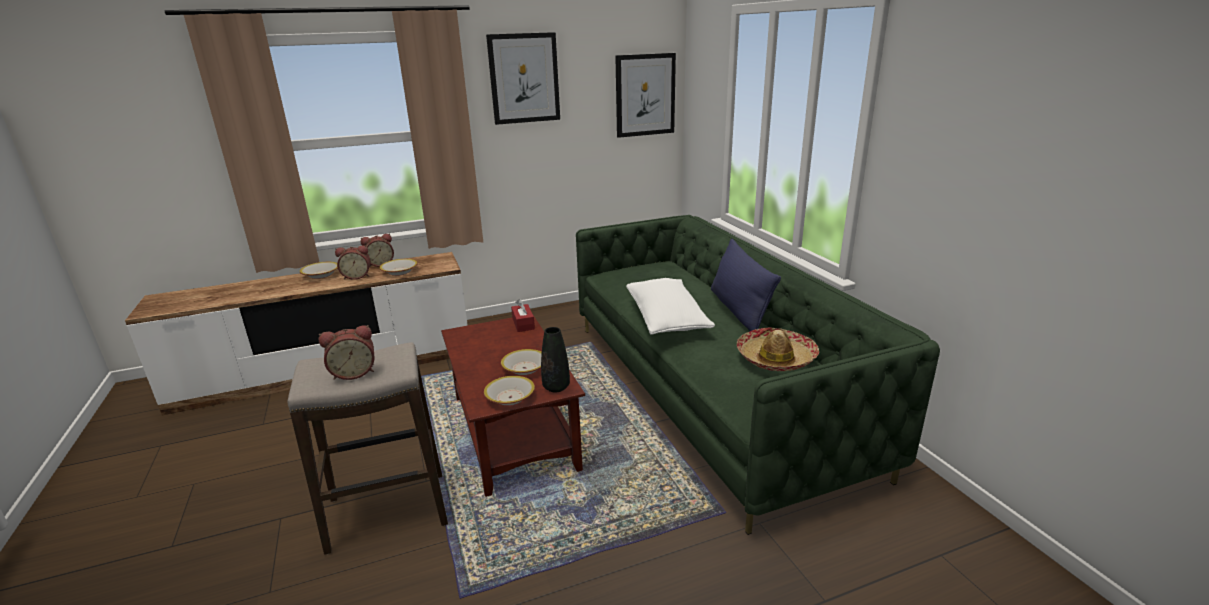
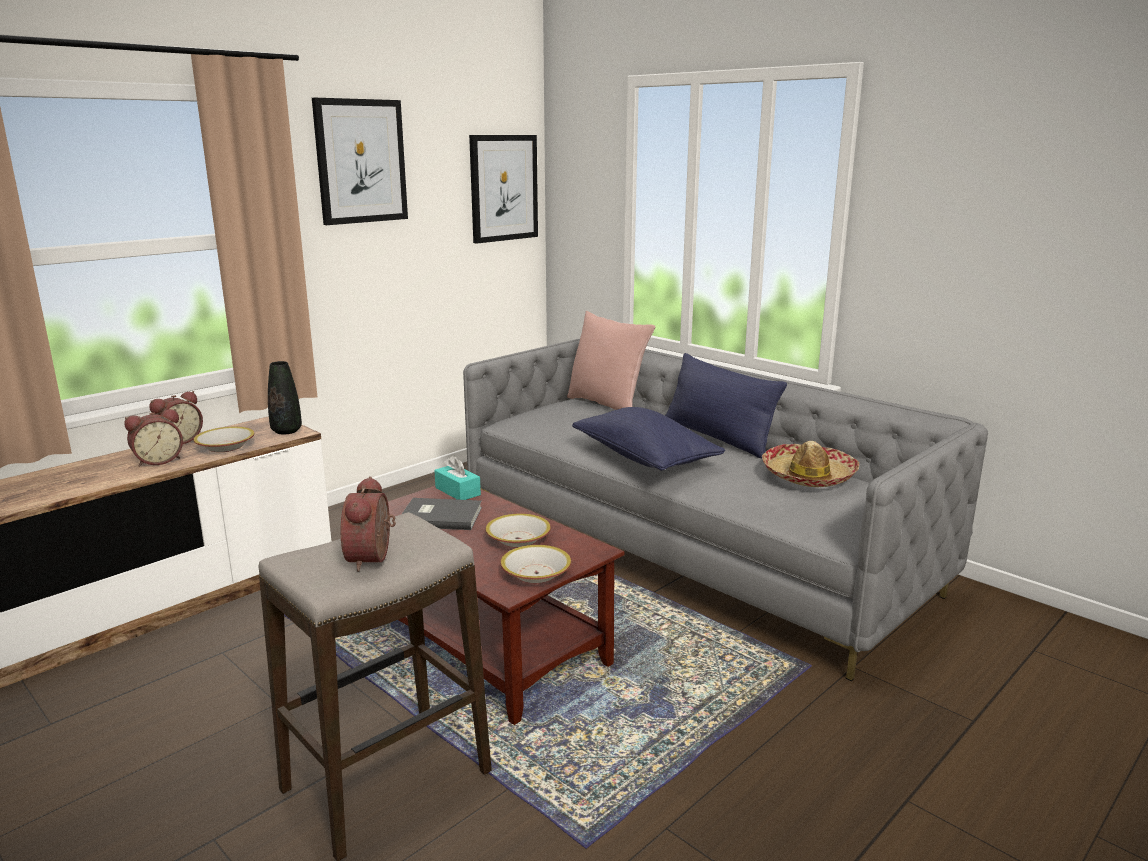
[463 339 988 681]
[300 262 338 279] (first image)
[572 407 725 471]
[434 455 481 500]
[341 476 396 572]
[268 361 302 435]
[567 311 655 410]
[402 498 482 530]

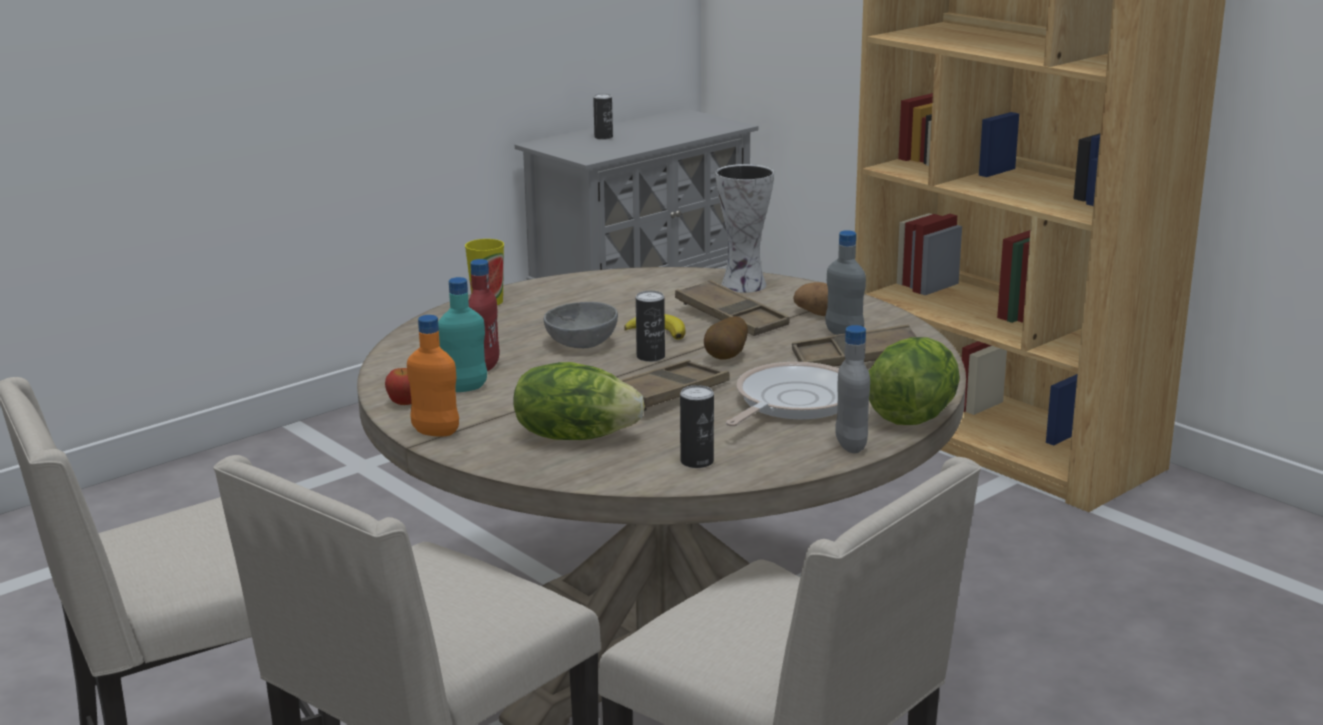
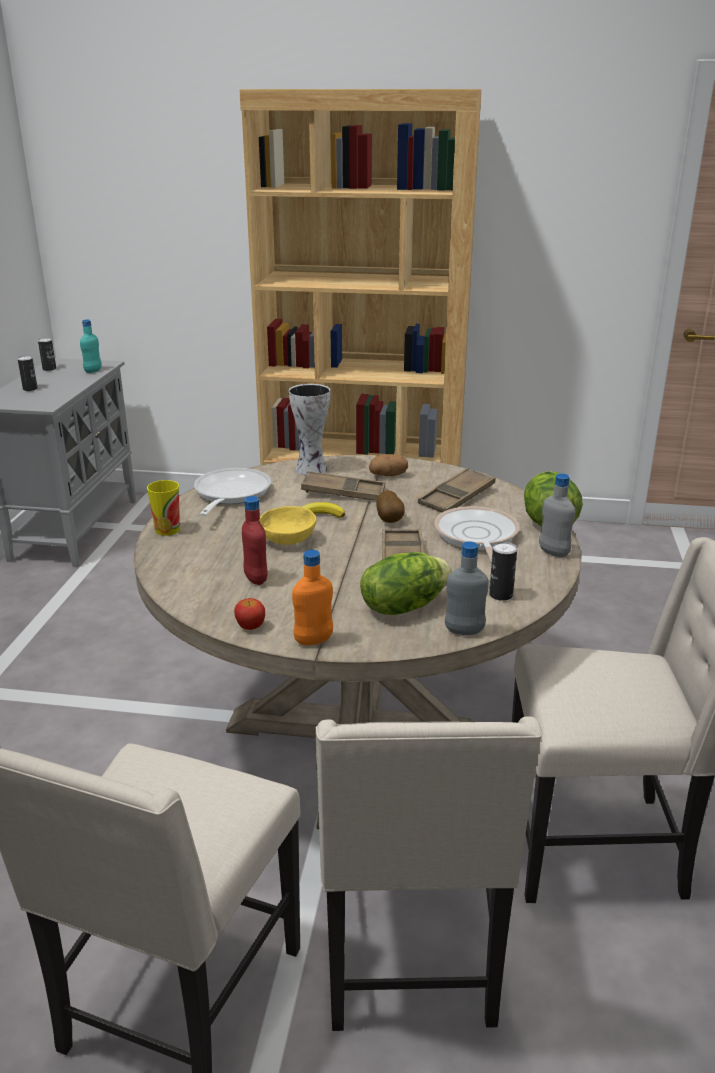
[445 541 489 635]
[80 319 102 373]
[38 338 56 371]
[259 506 316 545]
[194 468 271 516]

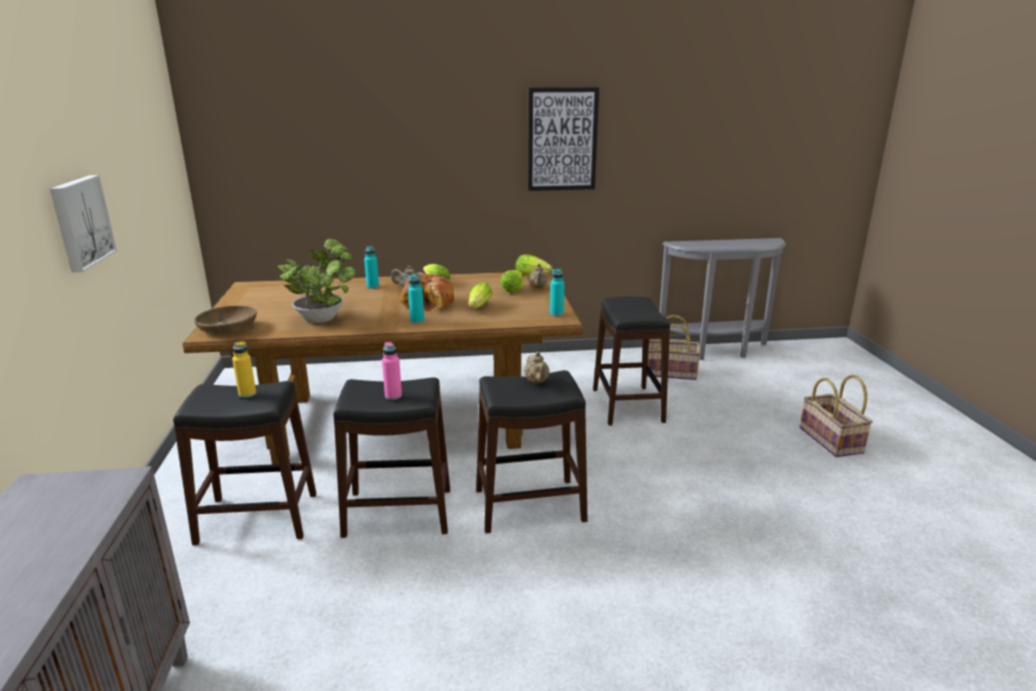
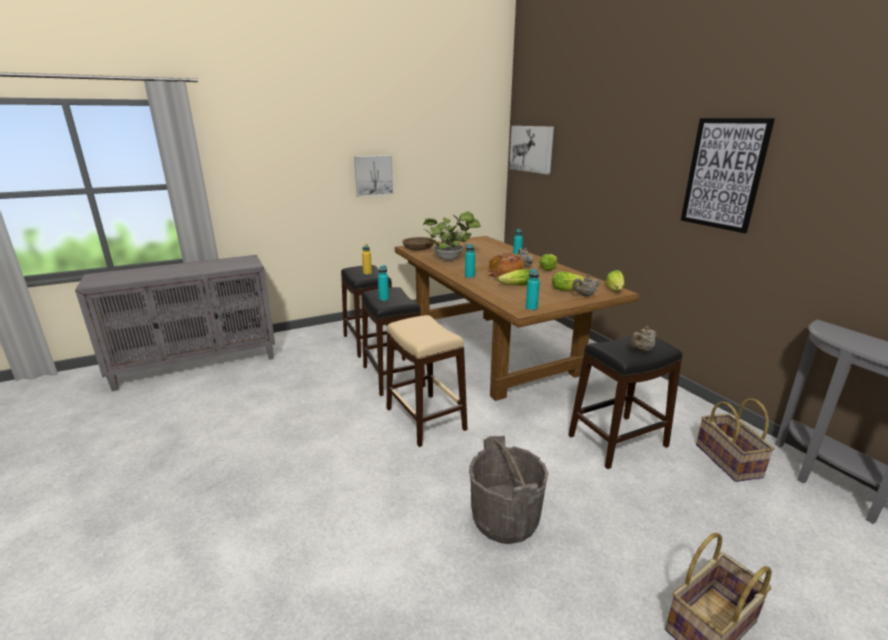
[378 265 389 301]
[630 326 656 352]
[387 315 468 447]
[509 126 554 174]
[469 436 549 544]

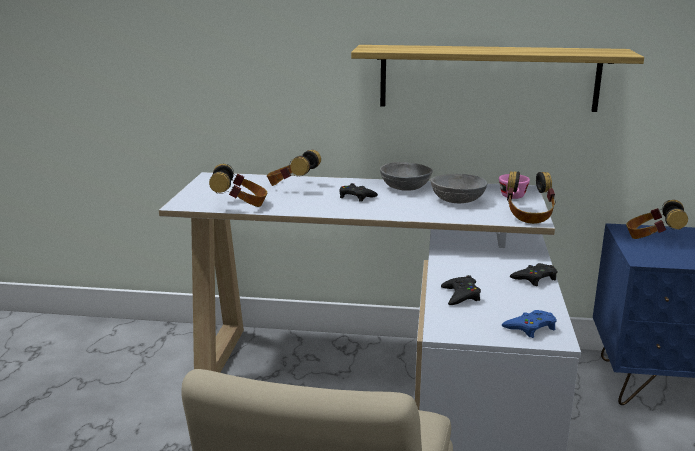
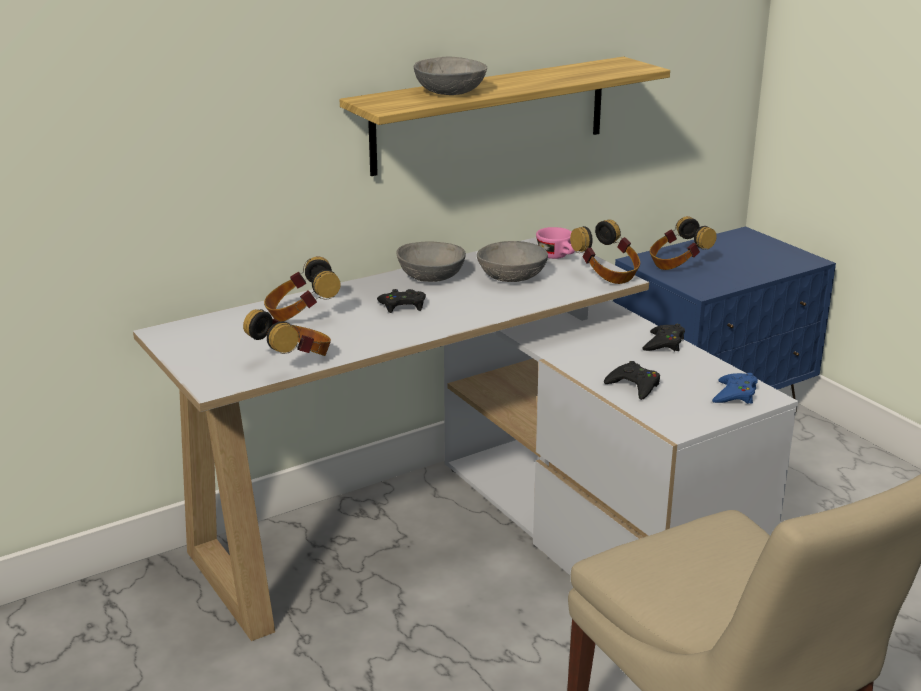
[414 57 487 95]

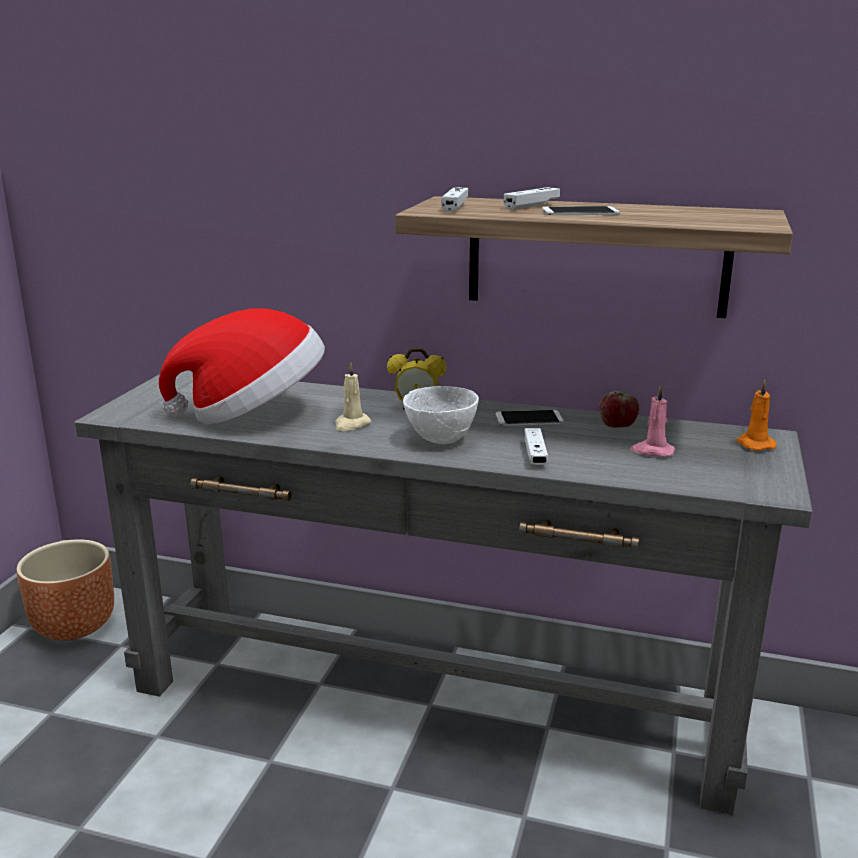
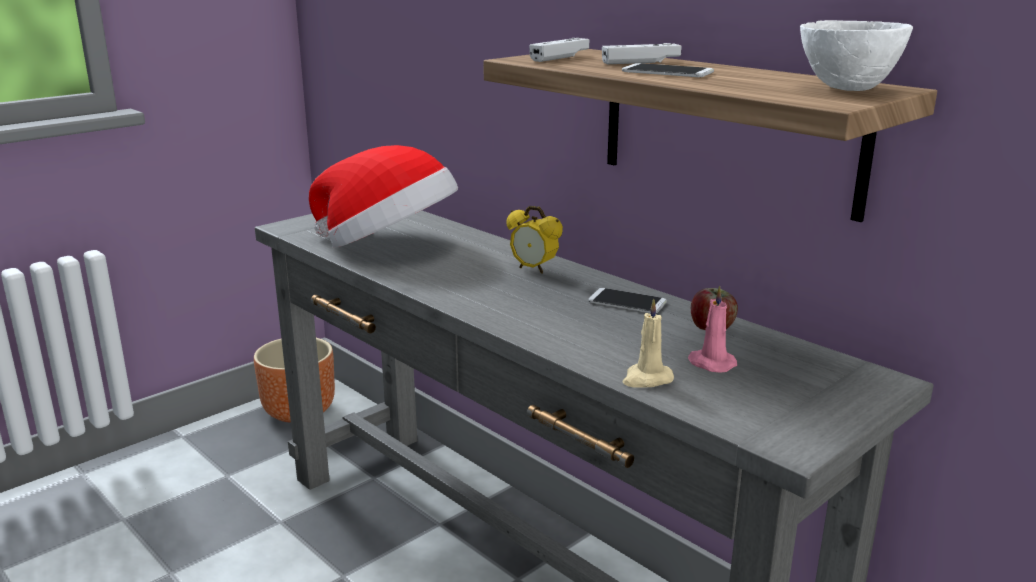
[622 298 674 388]
[737 380 777 451] (first image)
[800 20 913 91]
[524 428 548 465] (first image)

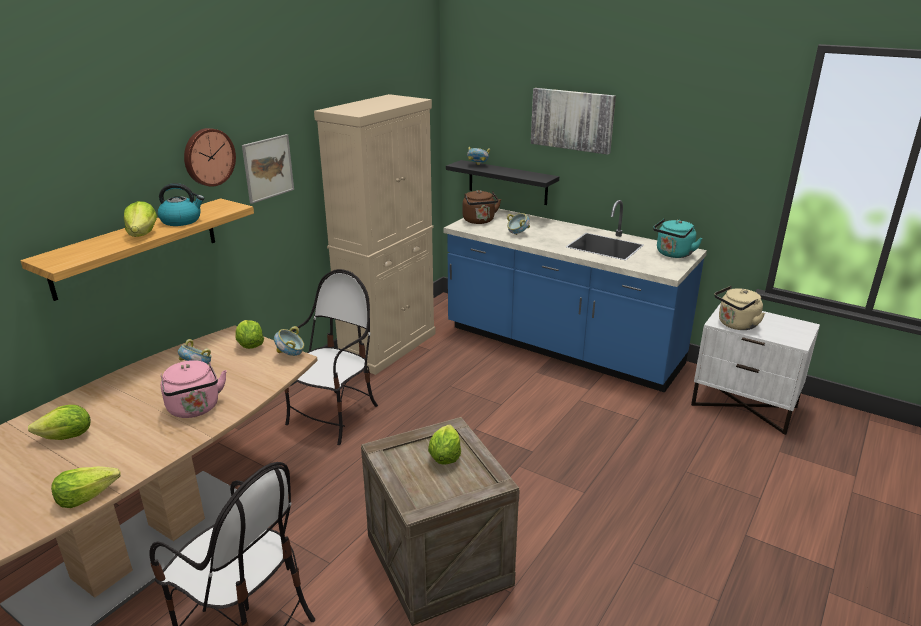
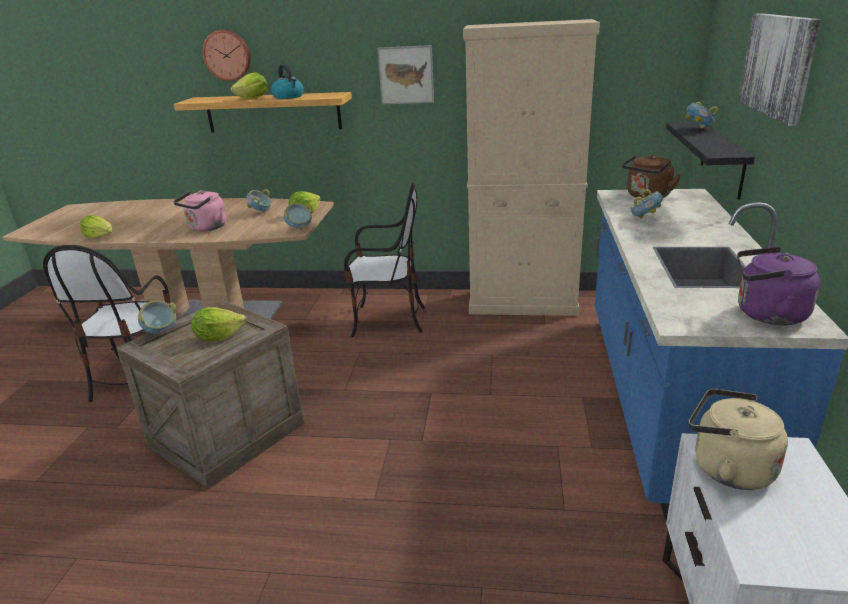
[203 30 251 81]
[737 247 820 325]
[28 405 91 440] (first image)
[138 300 176 334]

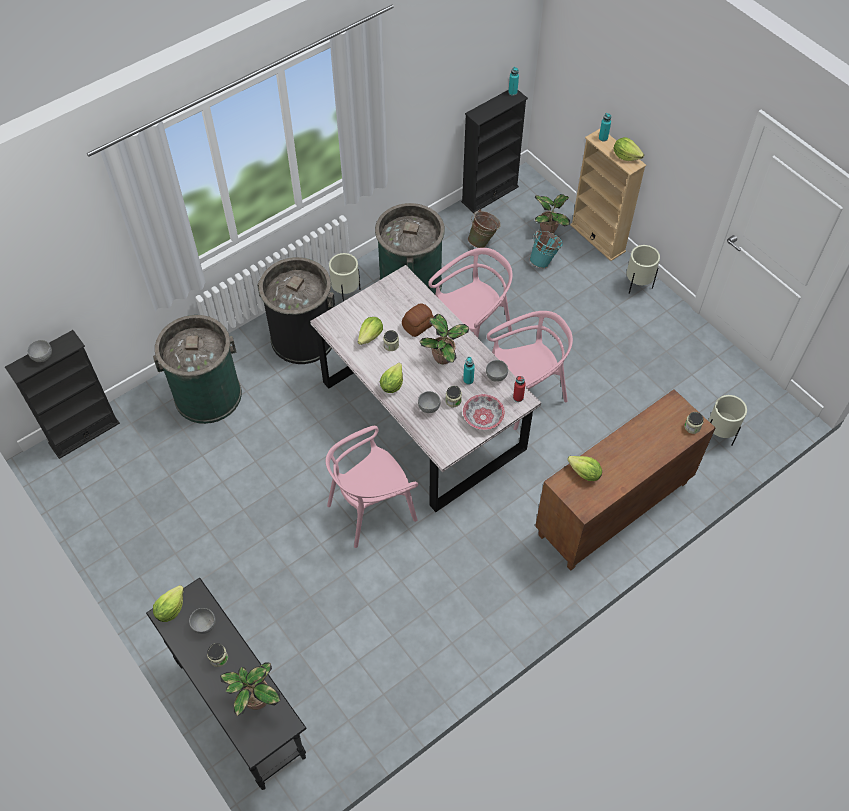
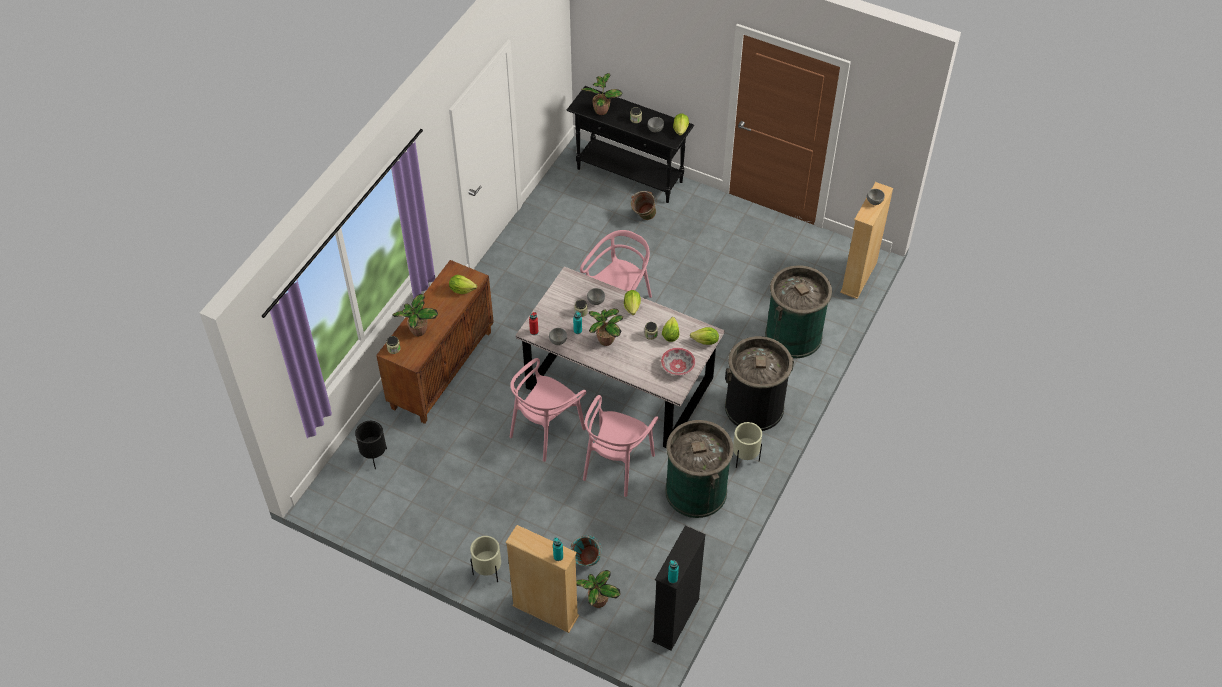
[690 327 719 345]
[631 191 657 220]
[402 304 434 337] (first image)
[840 182 893 299]
[661 348 696 375]
[355 421 387 469]
[393 294 438 336]

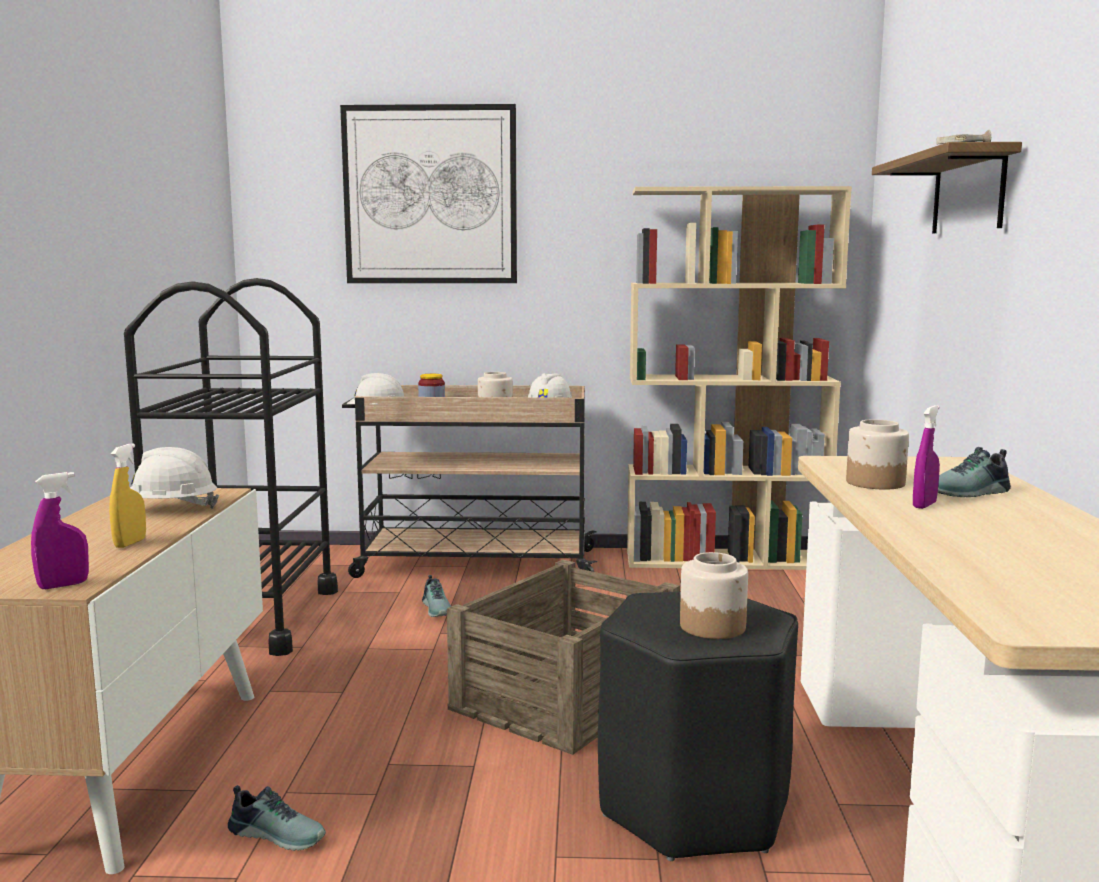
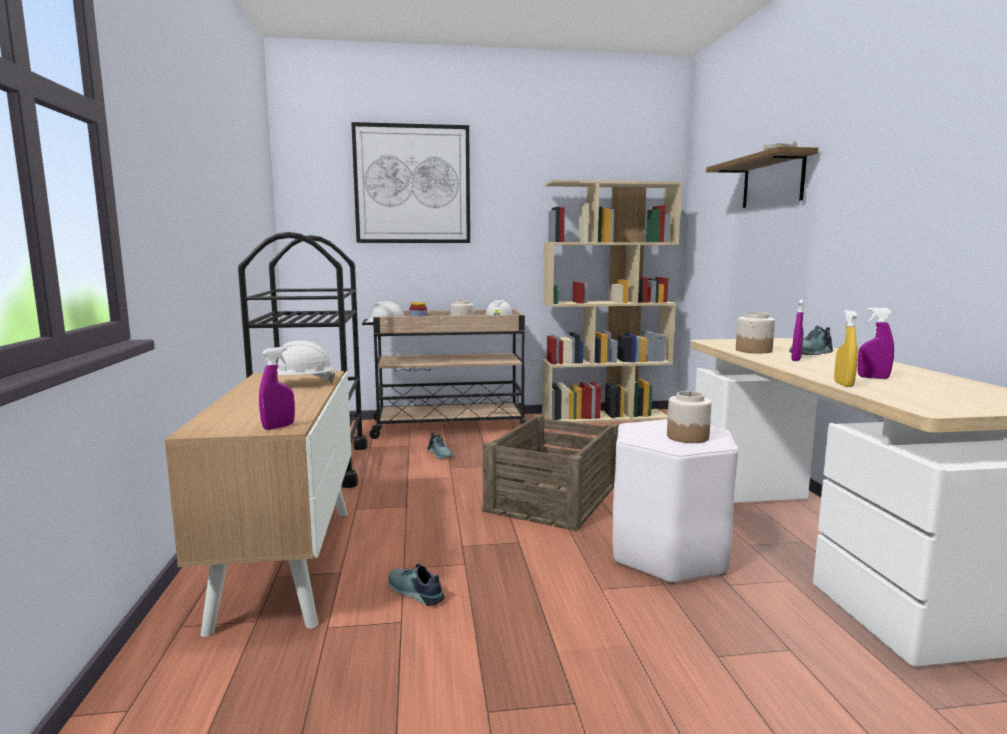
[834 310 858 387]
[613 419 738 585]
[388 563 445 606]
[857 307 894 379]

